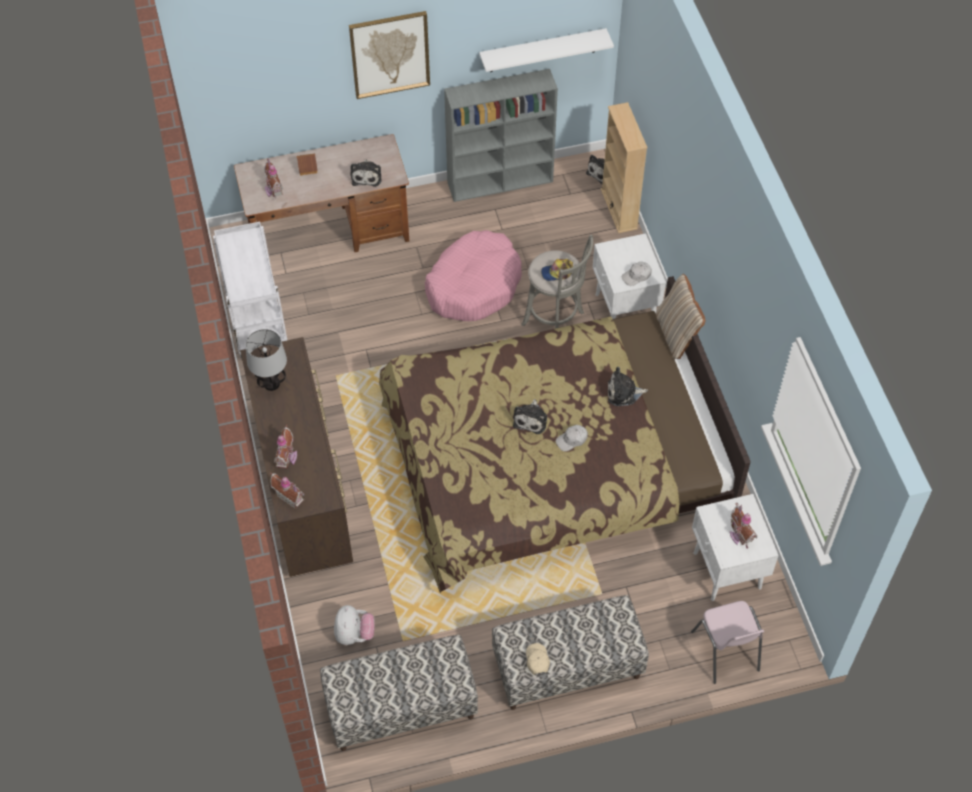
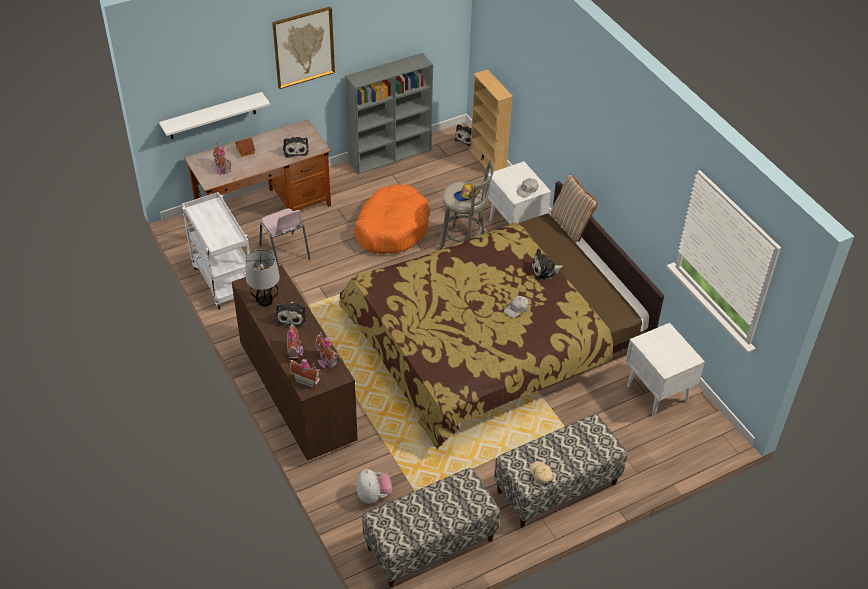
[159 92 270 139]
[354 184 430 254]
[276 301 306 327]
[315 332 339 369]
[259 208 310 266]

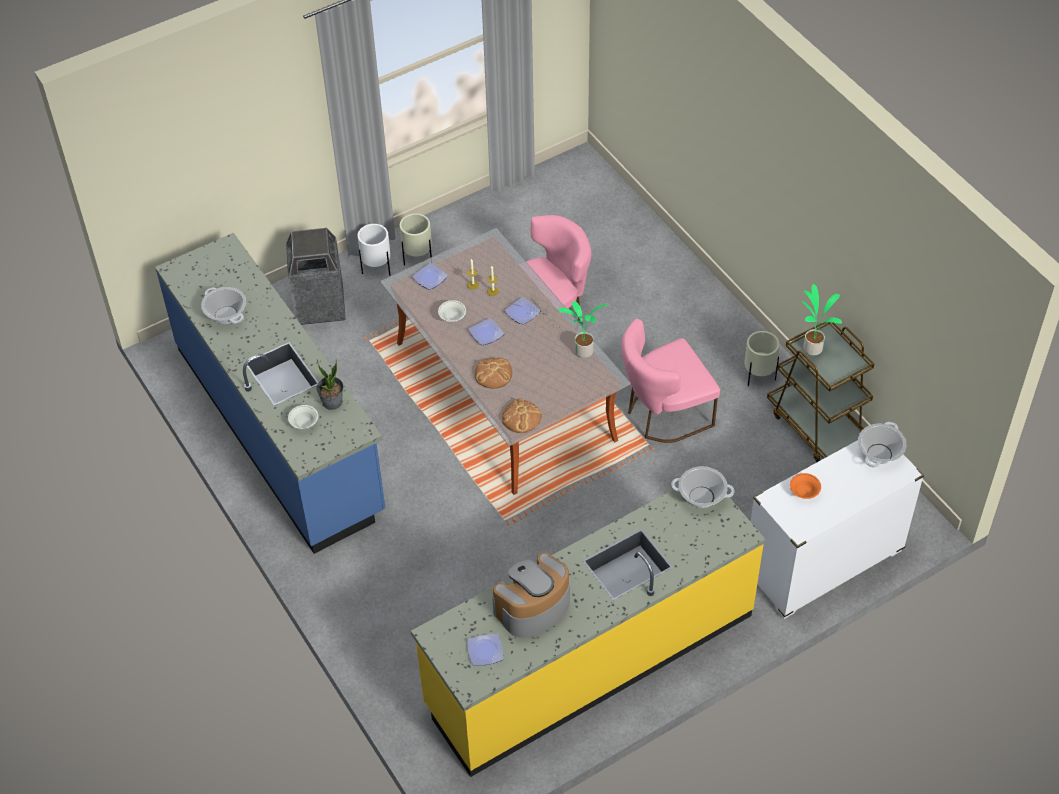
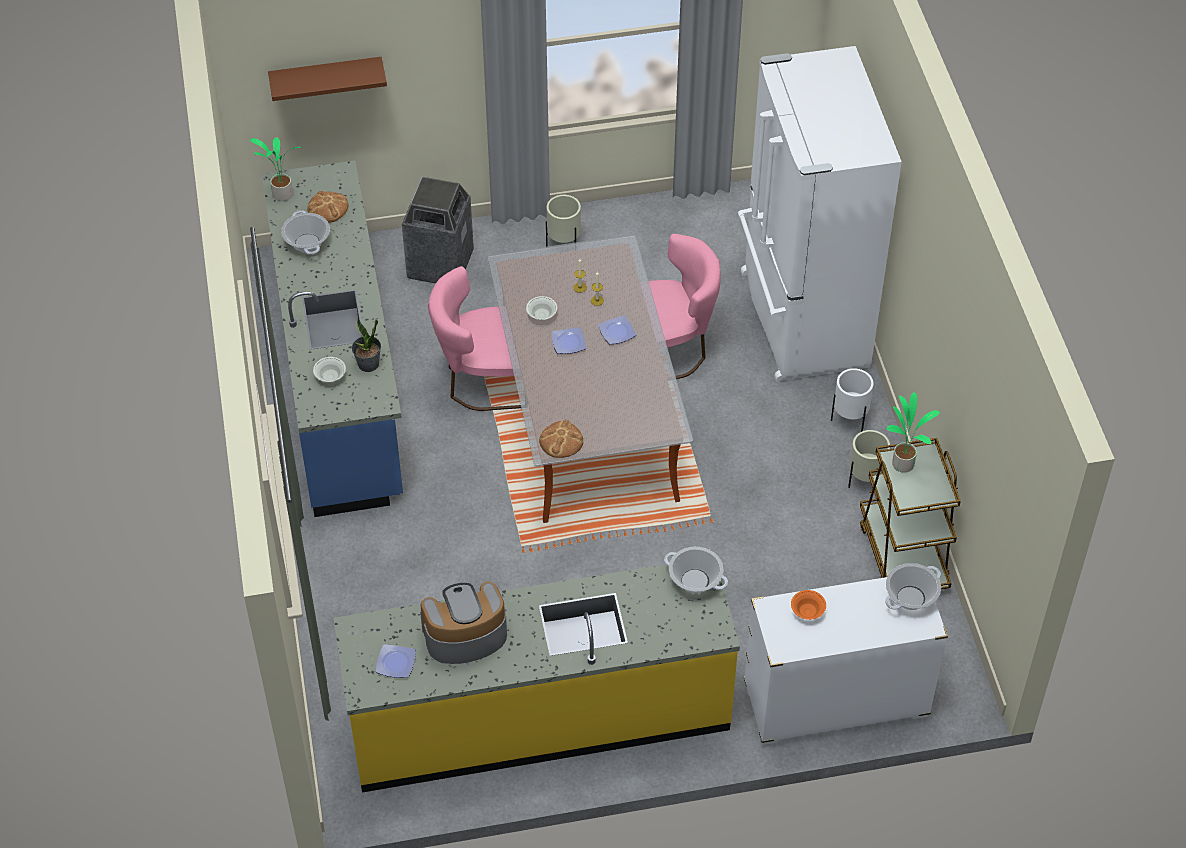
[831 368 873 432]
[412 263 448 290] (first image)
[250 138 302 201]
[428 266 521 411]
[307 191 348 223]
[738 46 902 382]
[268 57 387 101]

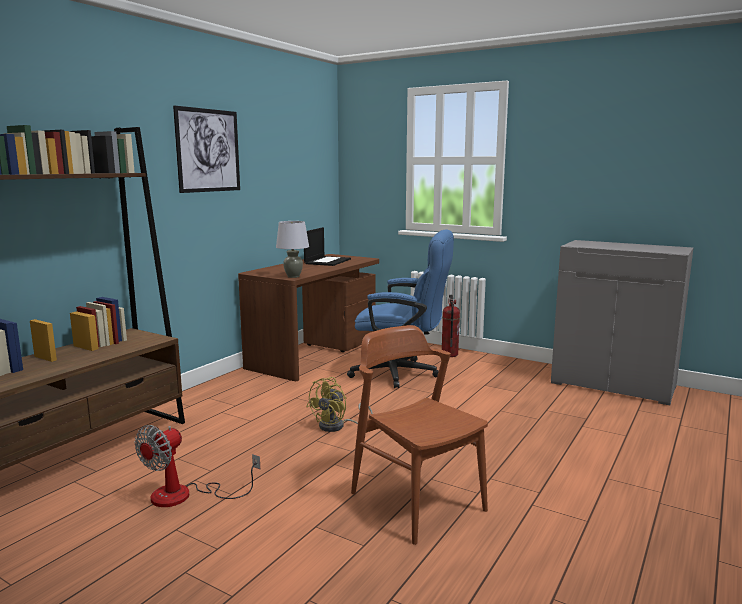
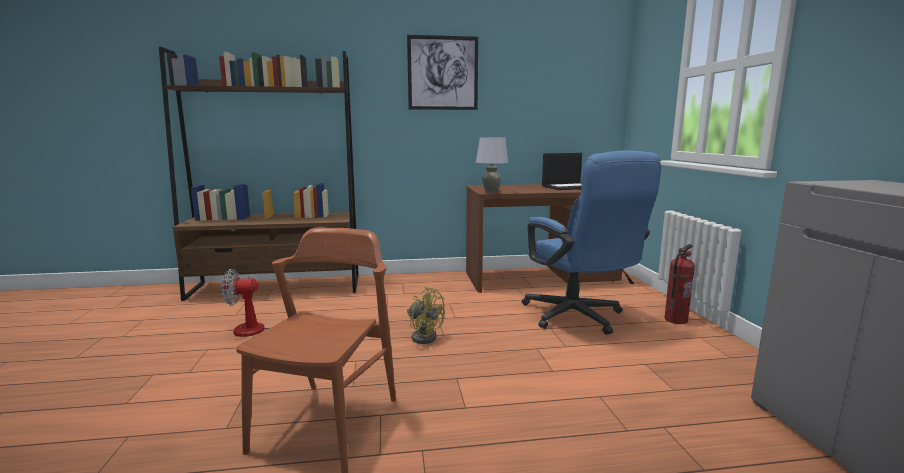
[407 286 445 344]

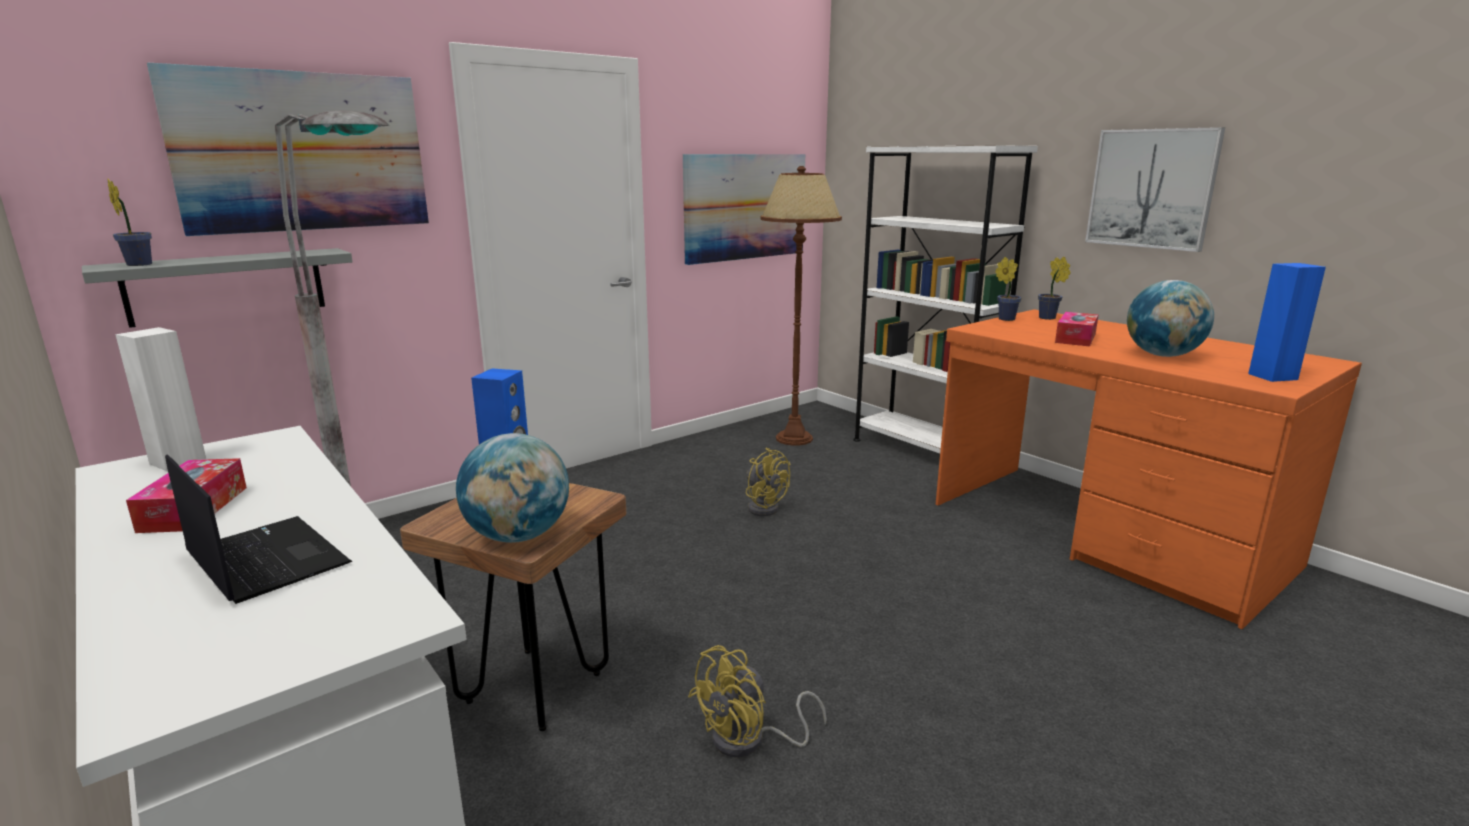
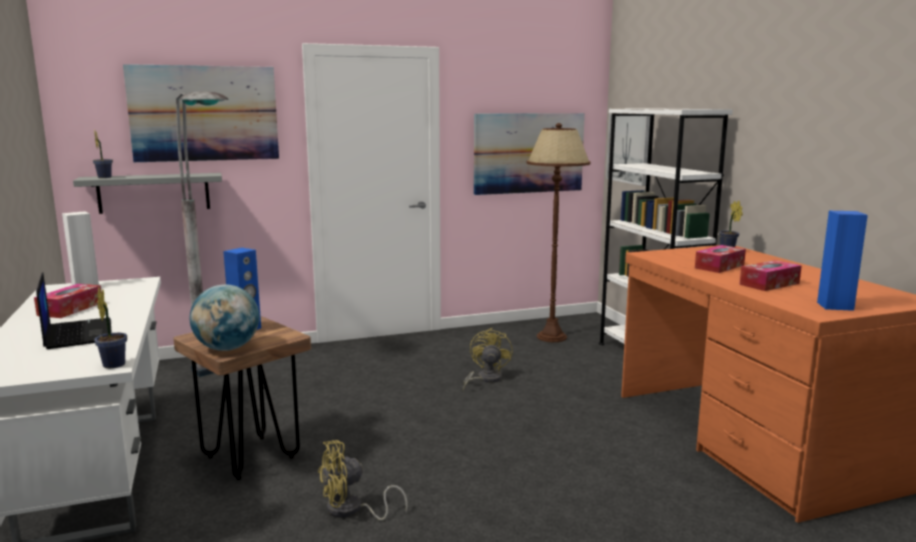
[606 114 650 186]
[94 287 127 368]
[739 260 802 291]
[463 328 513 391]

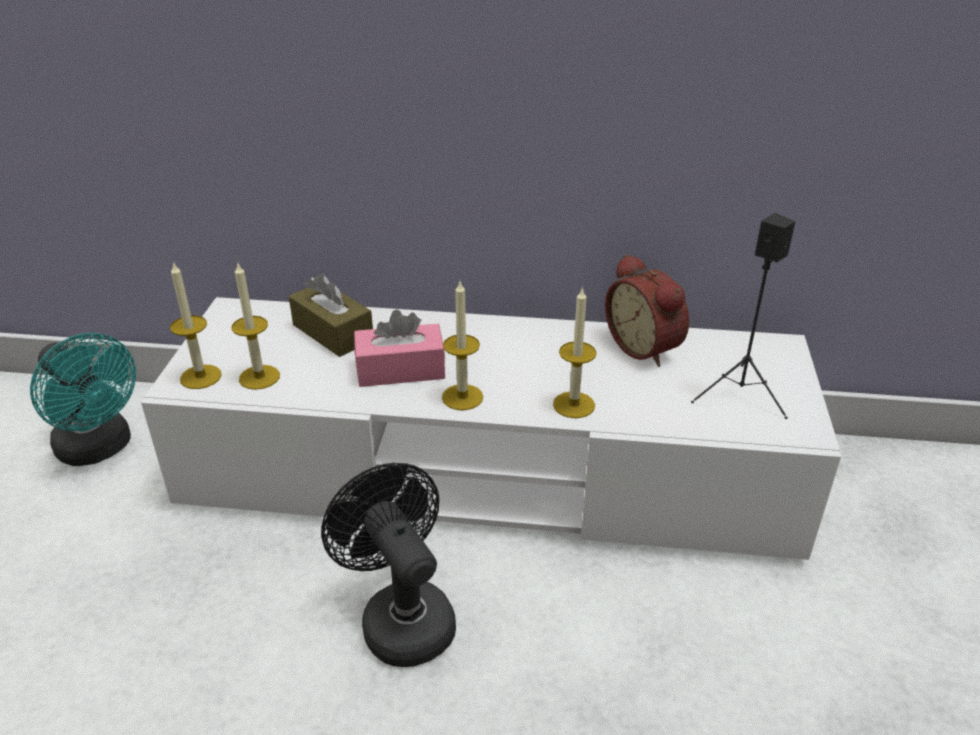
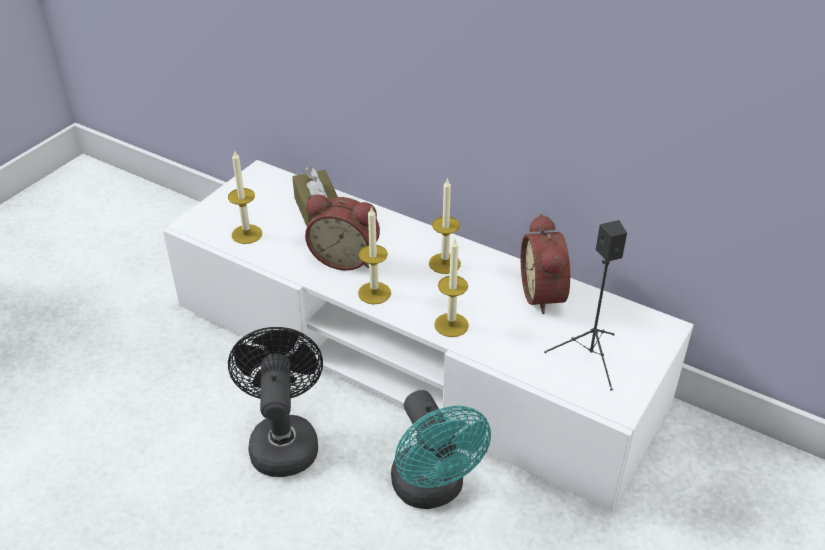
[429 178 461 274]
[305 194 380 271]
[391 390 491 509]

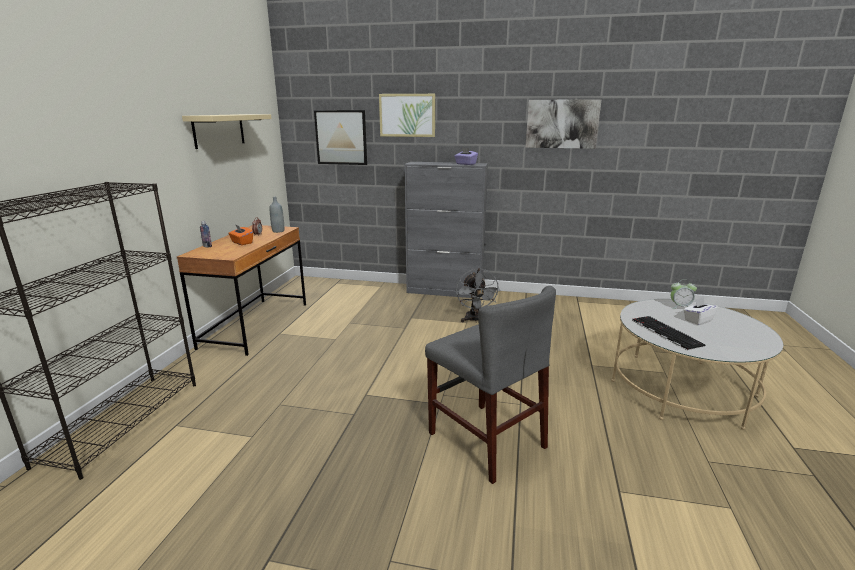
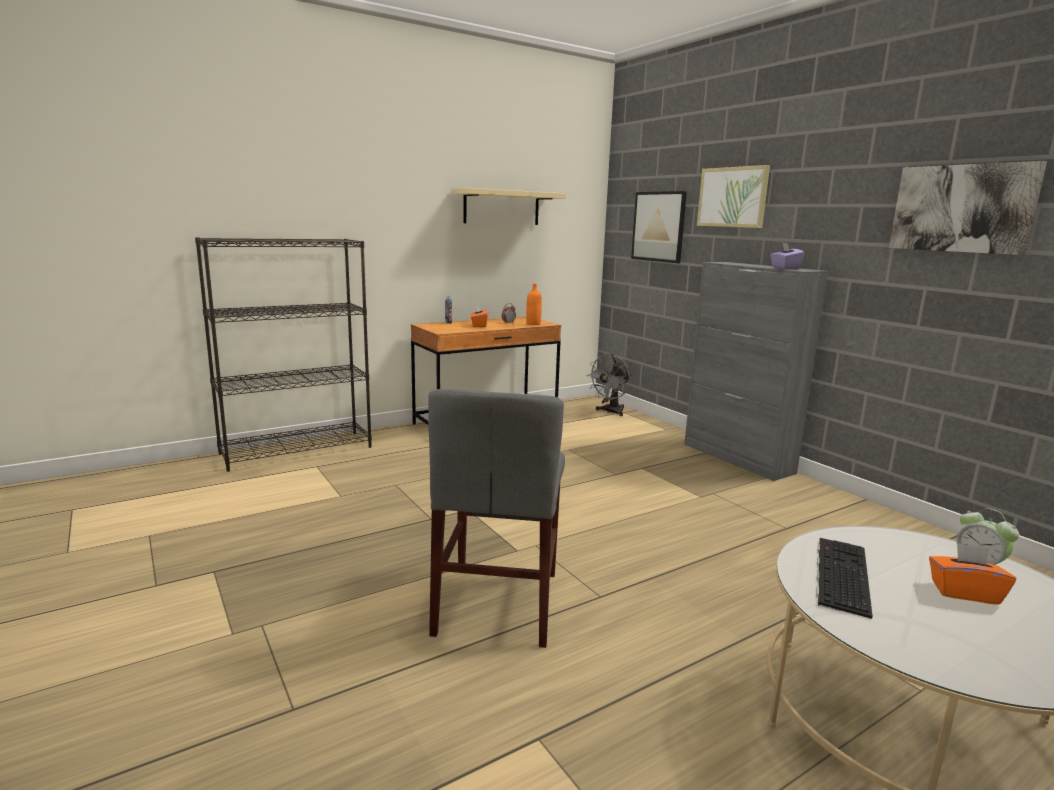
[526 284 542 325]
[586 354 632 416]
[929 543 1016 605]

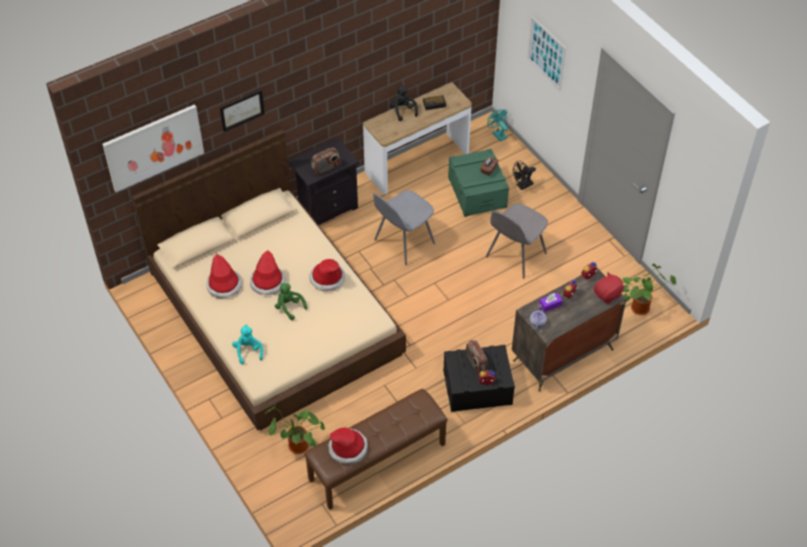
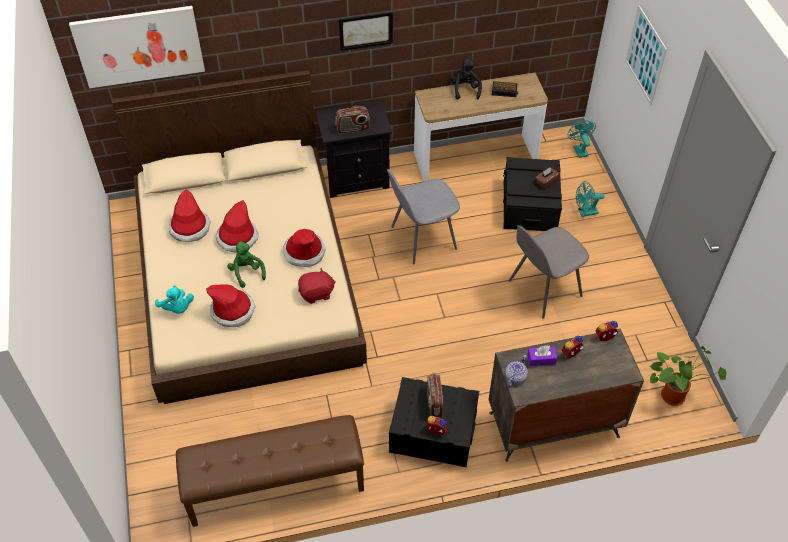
[339 12 393 51]
[503 157 562 231]
[576 181 604 217]
[298 267 336 304]
[155 285 194 314]
[265 402 325 454] (first image)
[206 284 256 327]

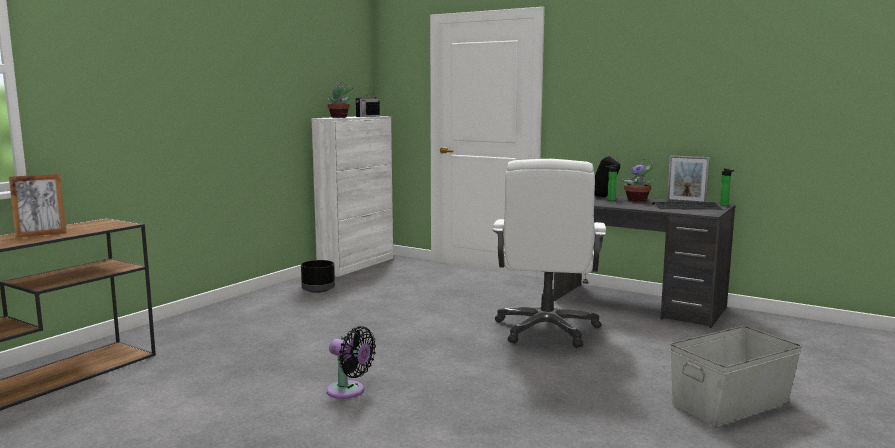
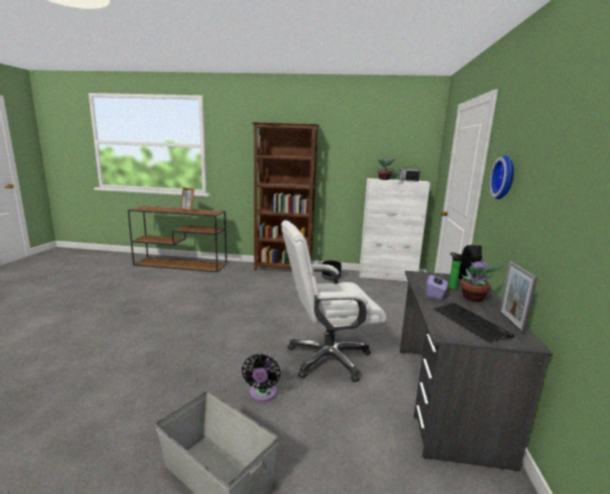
[720 168 734 206] (first image)
[242 354 280 402]
[251 122 320 271]
[489 155 514 199]
[426 273 448 300]

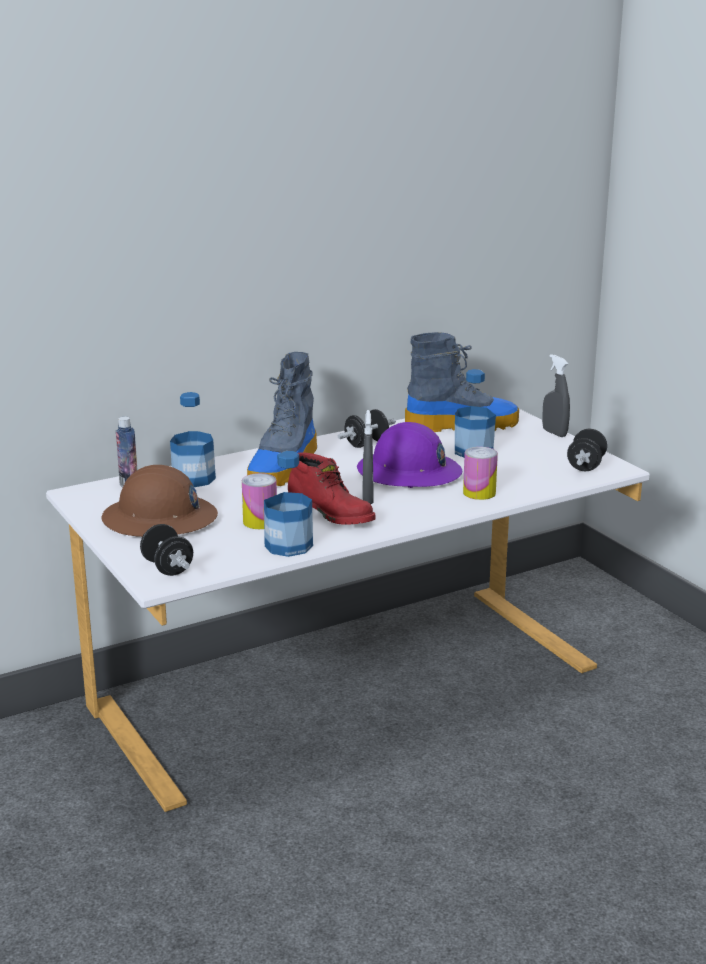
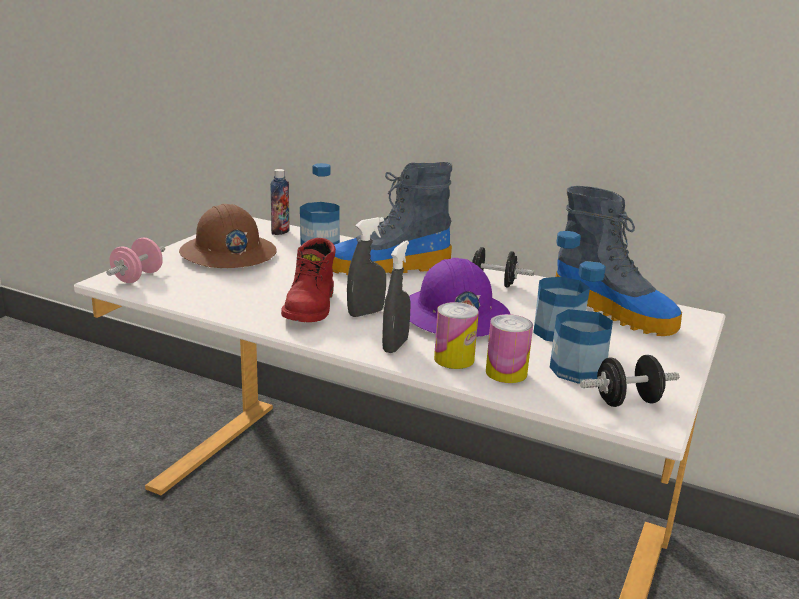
[382 240 411 353]
[550 261 613 384]
[486 314 533 383]
[106 238 165 283]

